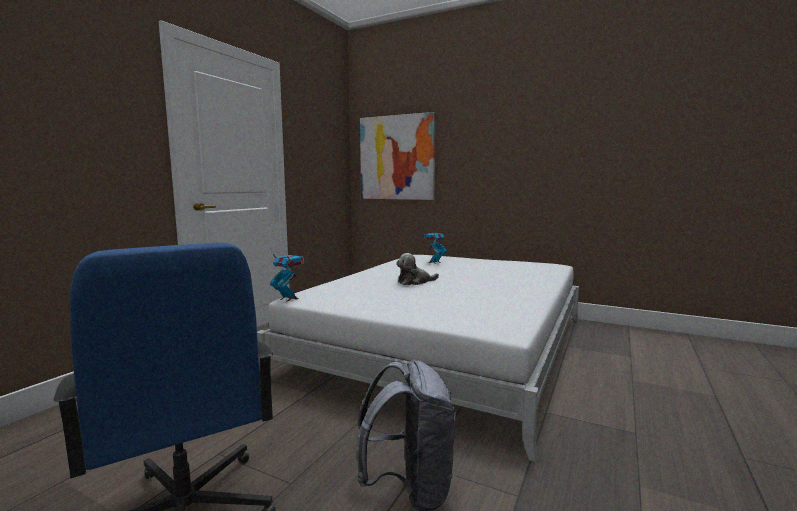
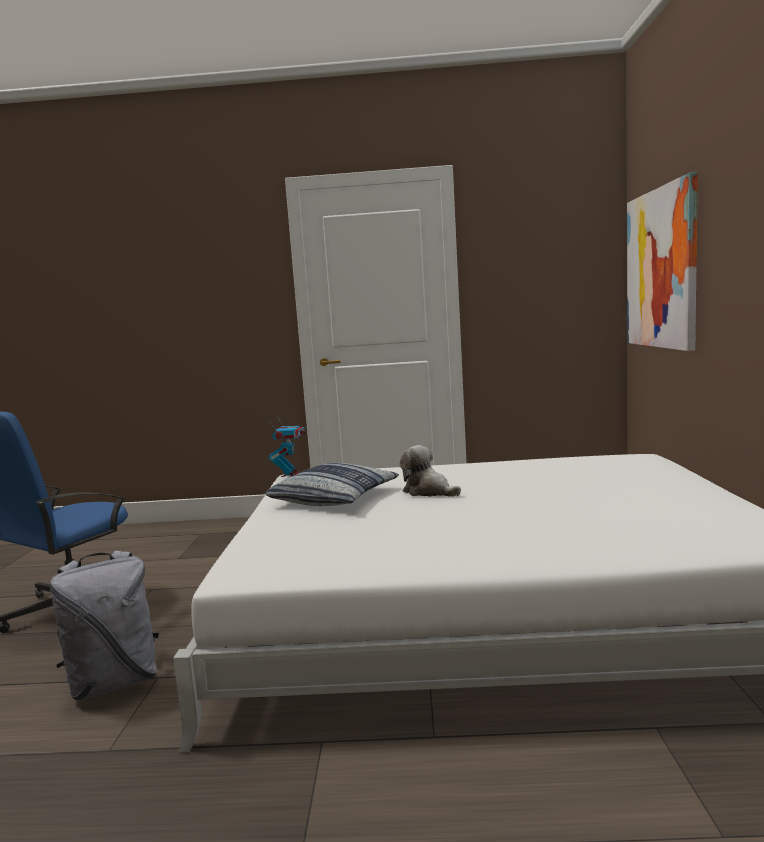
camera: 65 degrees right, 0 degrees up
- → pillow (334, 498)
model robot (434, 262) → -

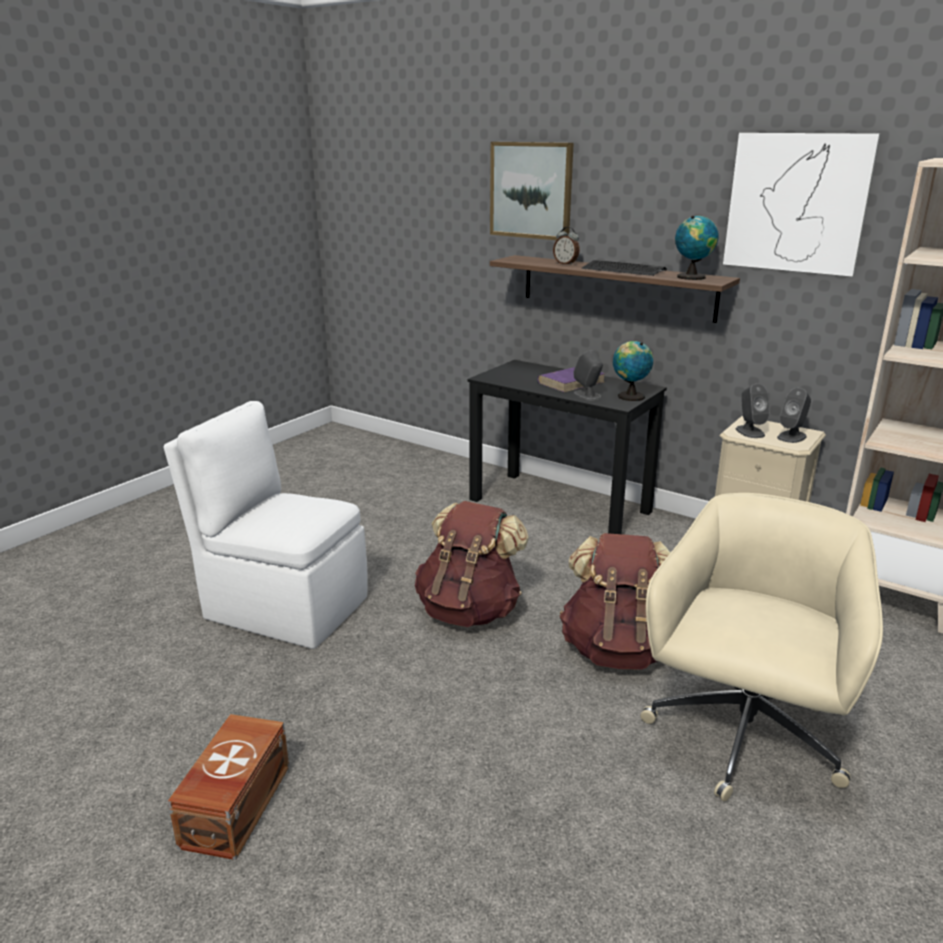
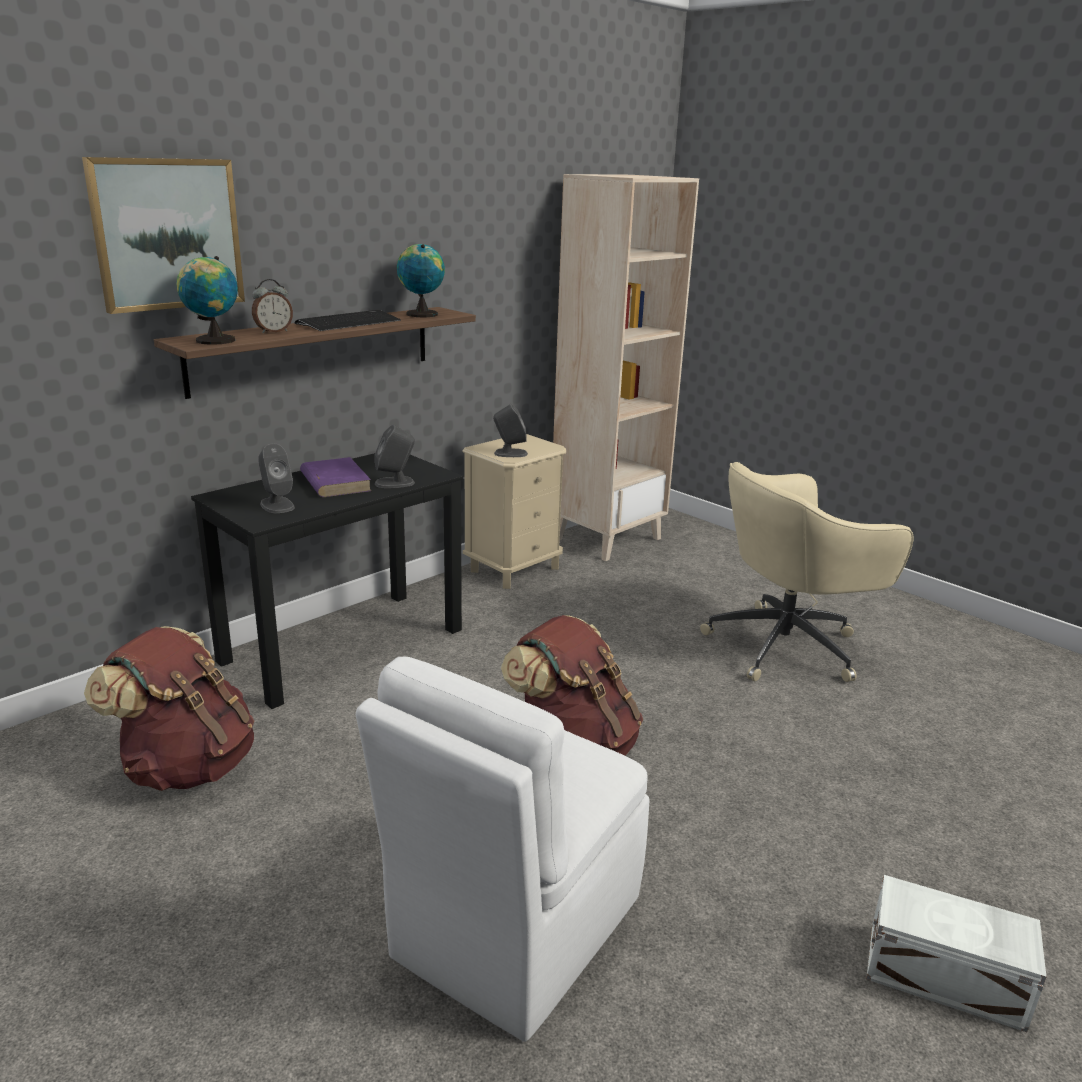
camera: 80 degrees left, 0 degrees up
brown rucksack (617, 650) → brown rucksack (187, 766), move
world globe (629, 396) → world globe (212, 341), move
grey speaker (792, 437) → grey speaker (277, 505), move
sand-coloured office chair (742, 738) → sand-coloured office chair (787, 645), 60 degrees counterclockwise
brown storage box (233, 806) → white storage box (947, 979)
wall art (797, 203) → -

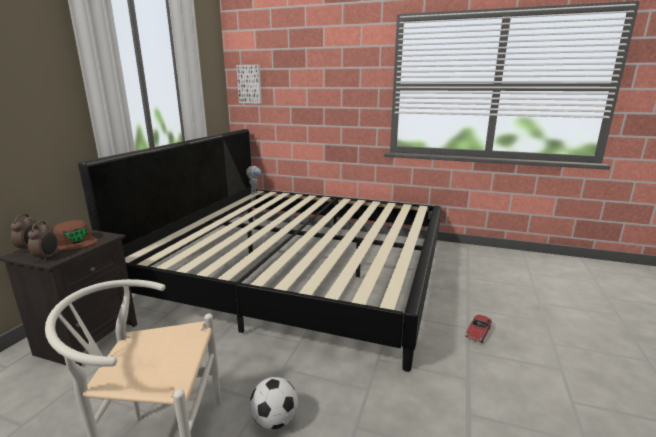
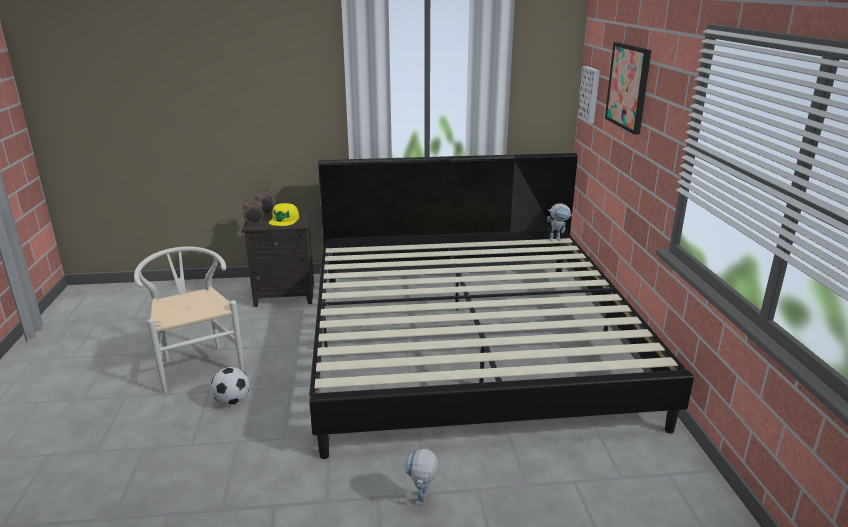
camera: 65 degrees right, 5 degrees up
brown peaked cap (75, 241) → yellow peaked cap (284, 220)
toy car (478, 333) → model robot (422, 503)
- → wall art (628, 87)

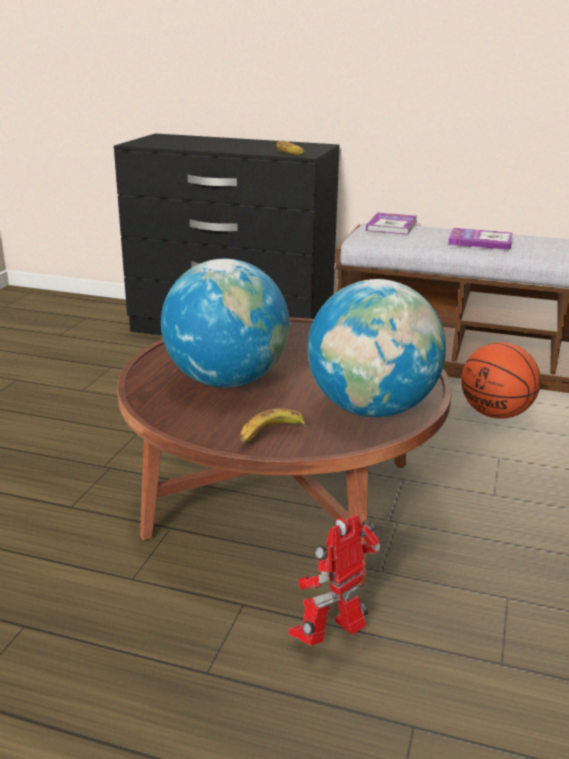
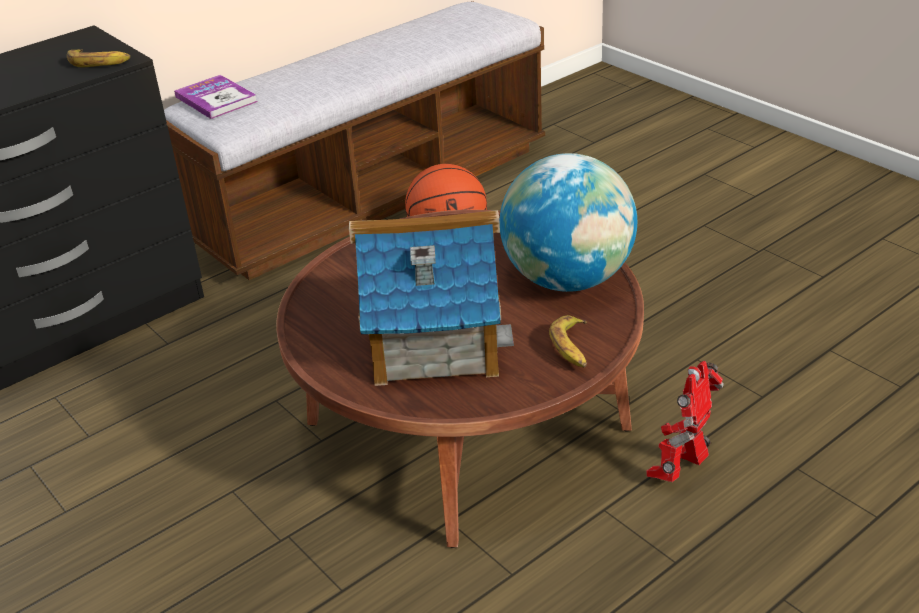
camera: 55 degrees left, 10 degrees up
world globe (226, 381) → toy house (433, 342)
model robot (332, 637) → model robot (681, 471), 45 degrees clockwise
volume (480, 241) → -

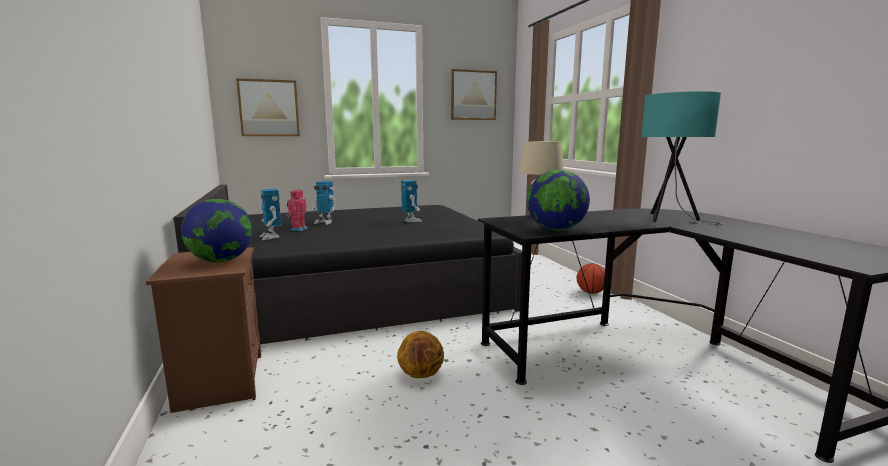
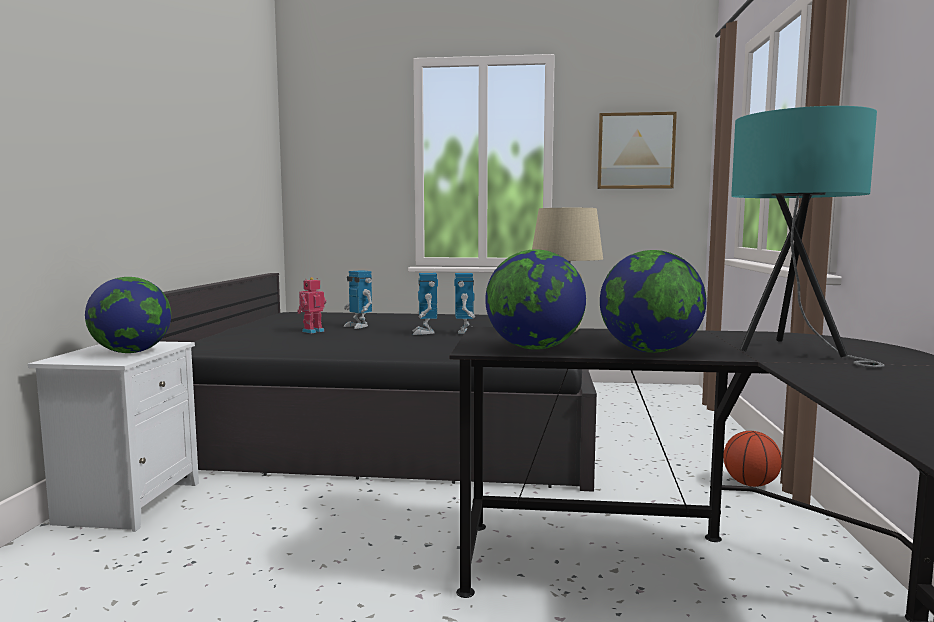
camera: 25 degrees right, 5 degrees down
brown nightstand (219, 380) → white nightstand (128, 502)
model robot (271, 237) → model robot (425, 332), move
- → world globe (649, 351)
wall art (269, 108) → -
basketball ball (421, 375) → -

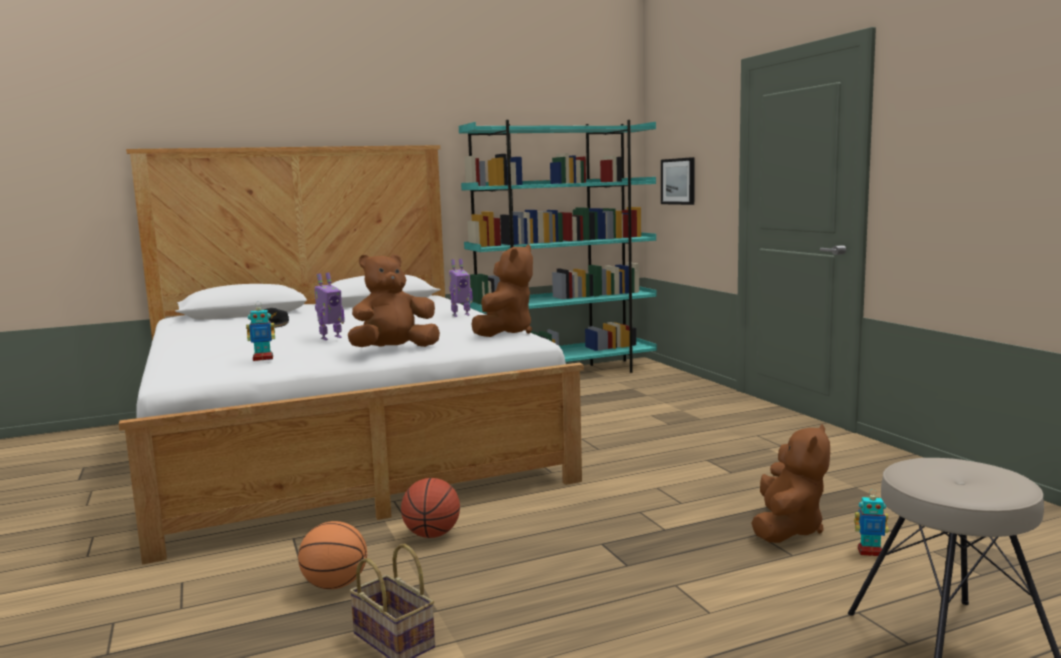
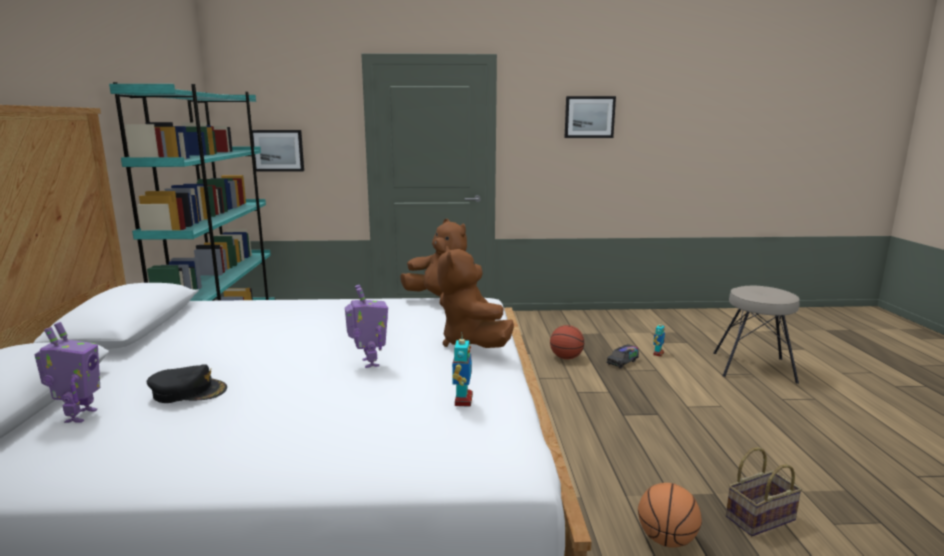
camera: 70 degrees left, 5 degrees up
model robot (460, 315) → model robot (79, 416), move
basketball ball (432, 535) → basketball ball (566, 358), move
- → wall art (589, 117)
brown plush toy (787, 529) → model truck (622, 362)

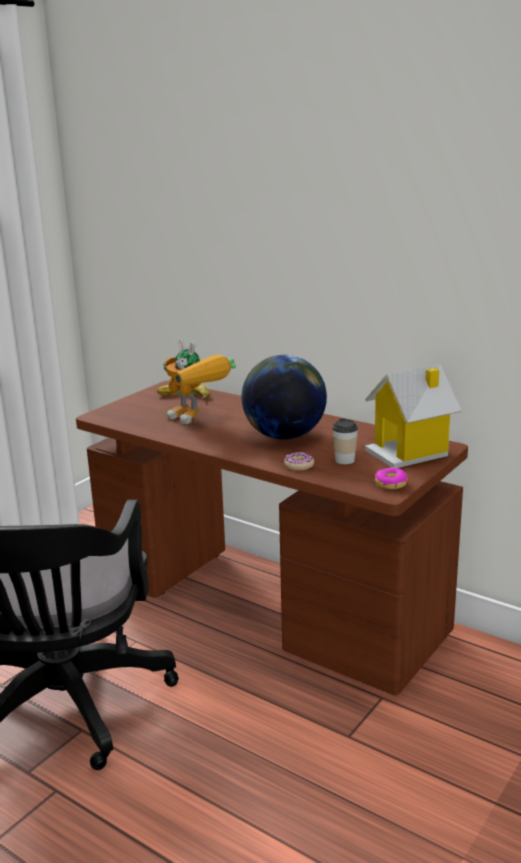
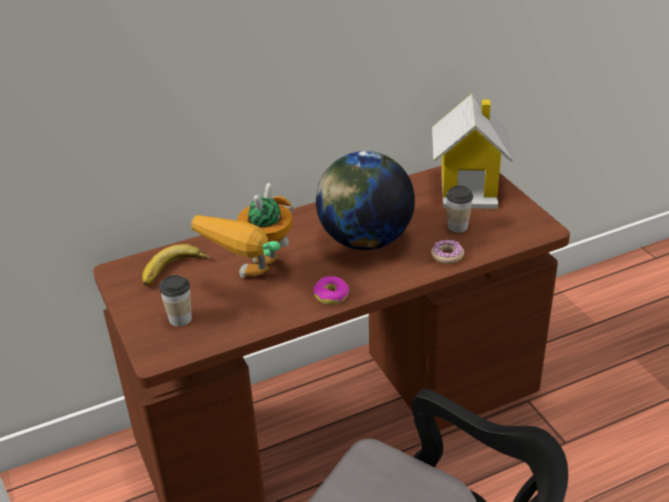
camera: 60 degrees left, 15 degrees up
- → small cup (180, 319)
model robot (197, 419) → model robot (258, 281), 135 degrees clockwise
ring doughnut (390, 483) → ring doughnut (331, 295), move

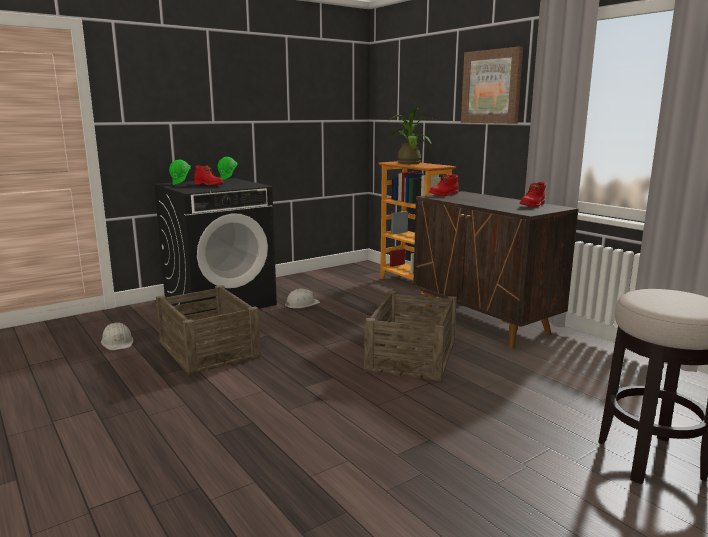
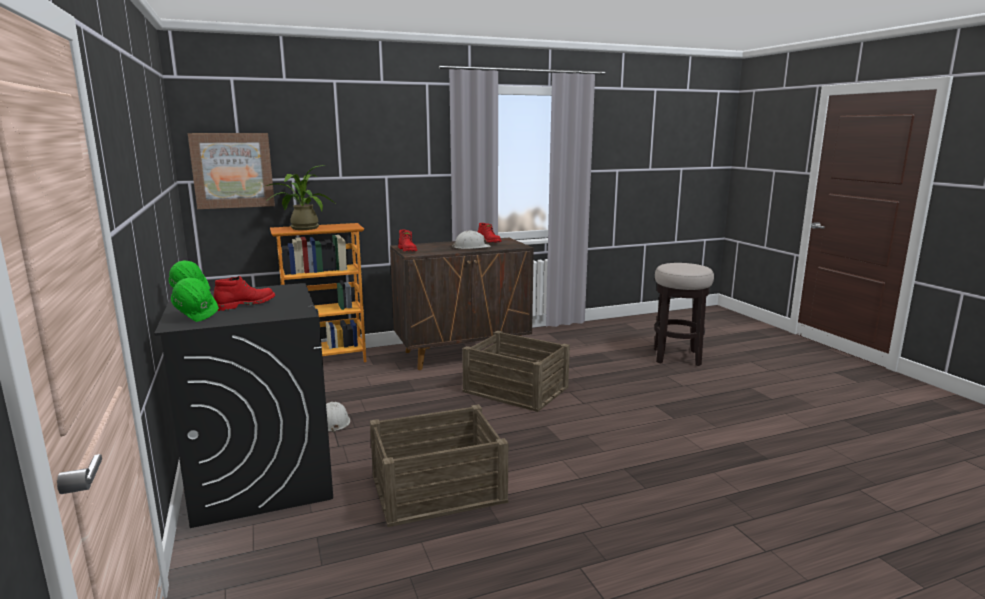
camera: 75 degrees left, 0 degrees up
wall art (491, 87) → wall art (232, 170), move
white hard hat (118, 342) → white hard hat (471, 247), move

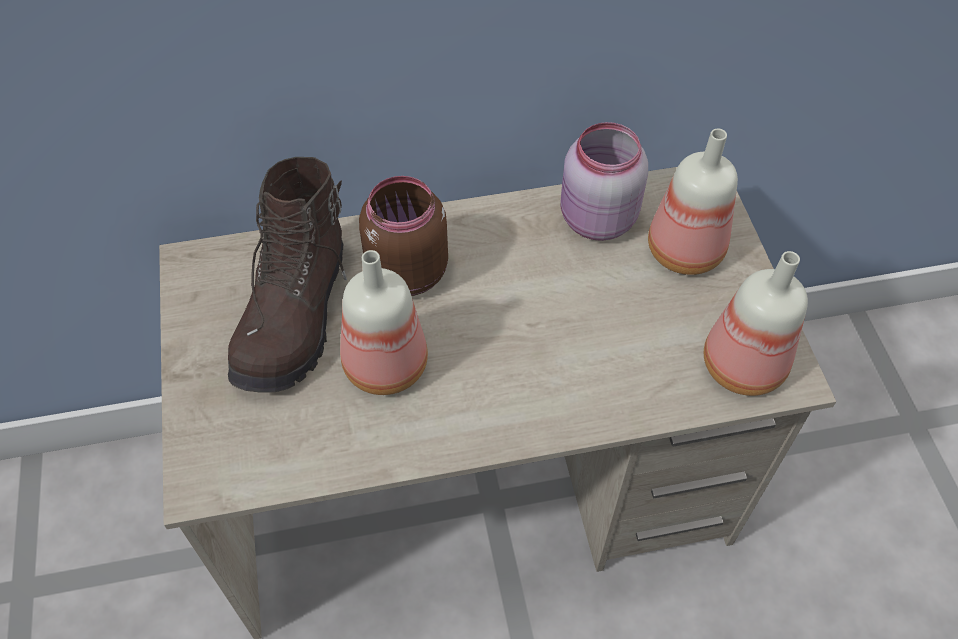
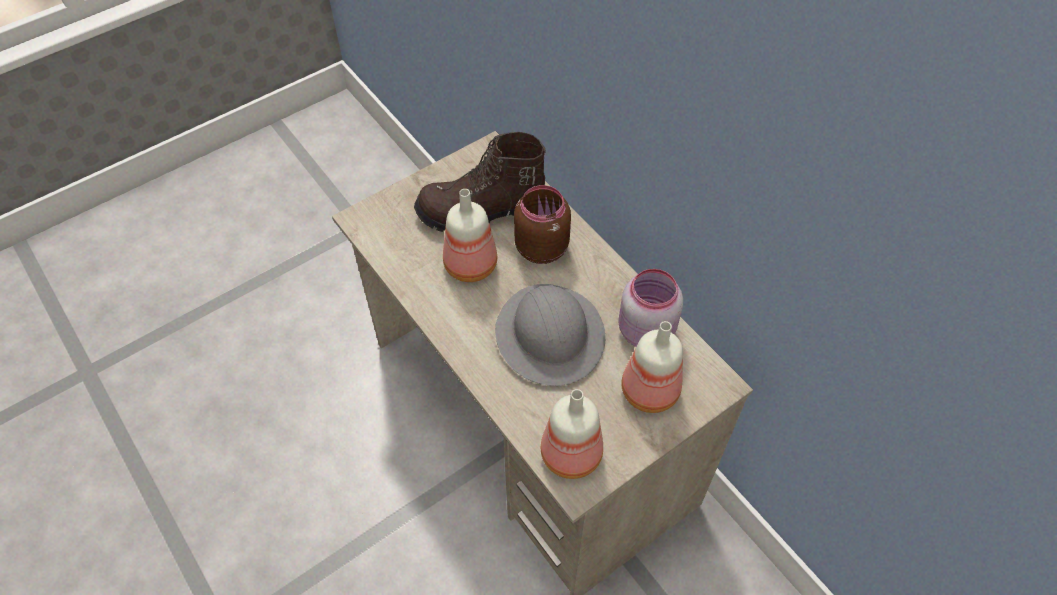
camera: 65 degrees right, 0 degrees up
- → grey hard hat (550, 335)

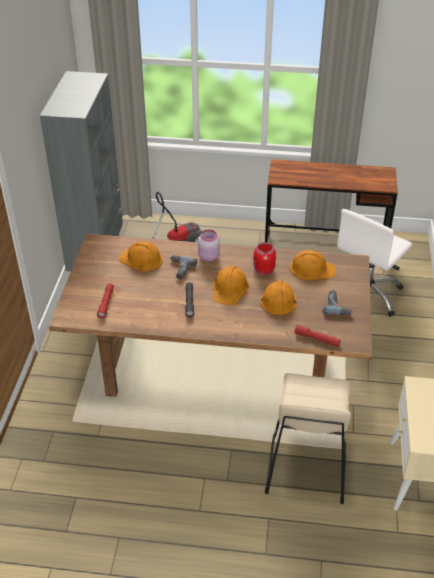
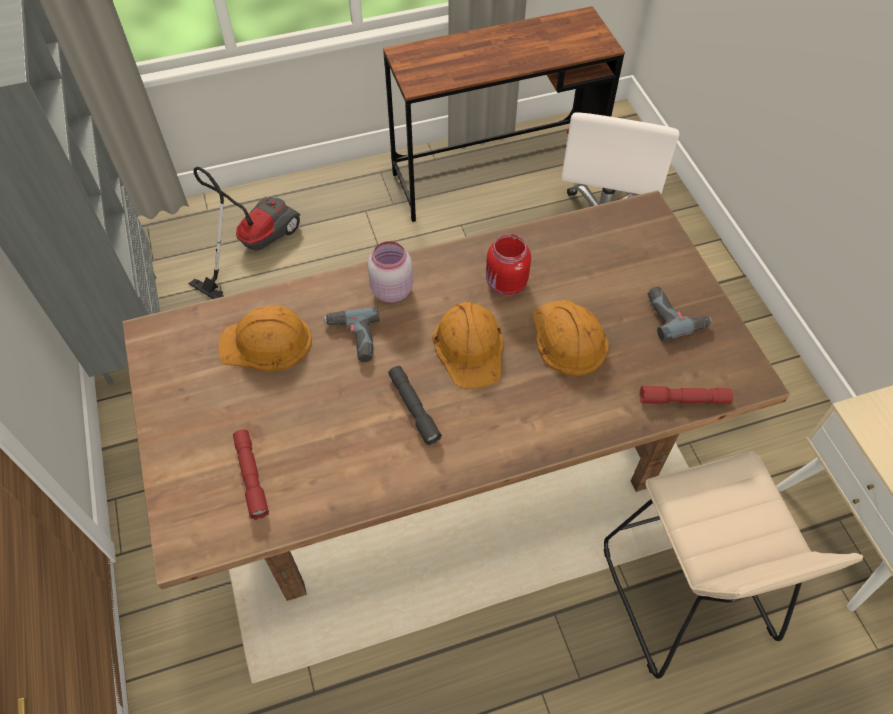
camera: 25 degrees left, 15 degrees up
orangey hard hat (312, 269) → -

